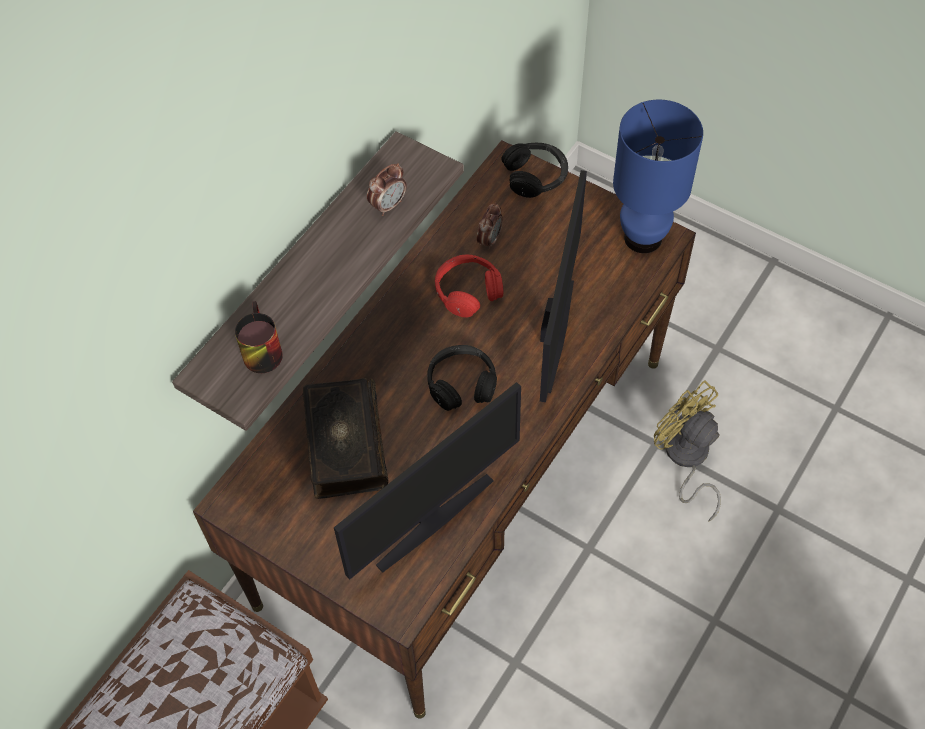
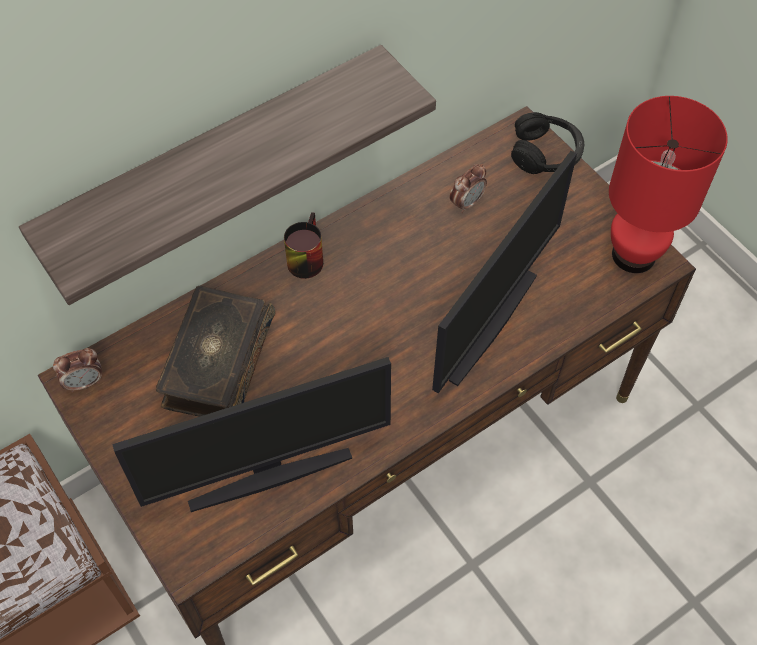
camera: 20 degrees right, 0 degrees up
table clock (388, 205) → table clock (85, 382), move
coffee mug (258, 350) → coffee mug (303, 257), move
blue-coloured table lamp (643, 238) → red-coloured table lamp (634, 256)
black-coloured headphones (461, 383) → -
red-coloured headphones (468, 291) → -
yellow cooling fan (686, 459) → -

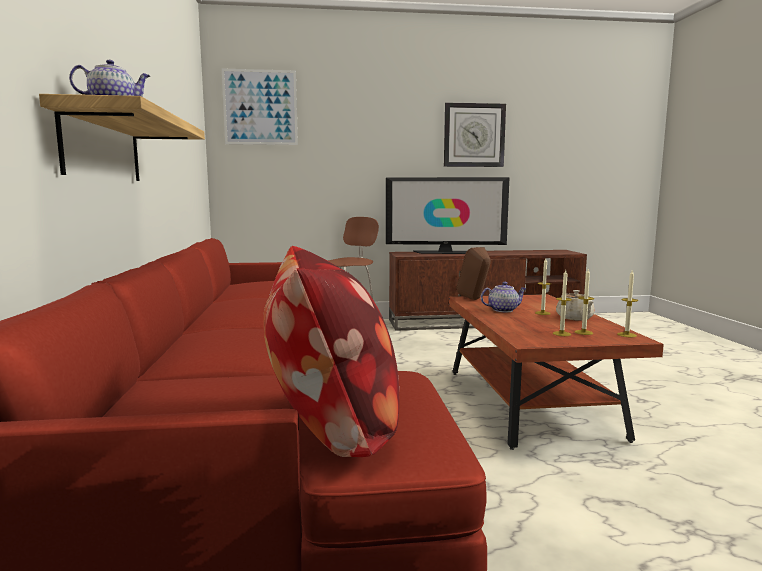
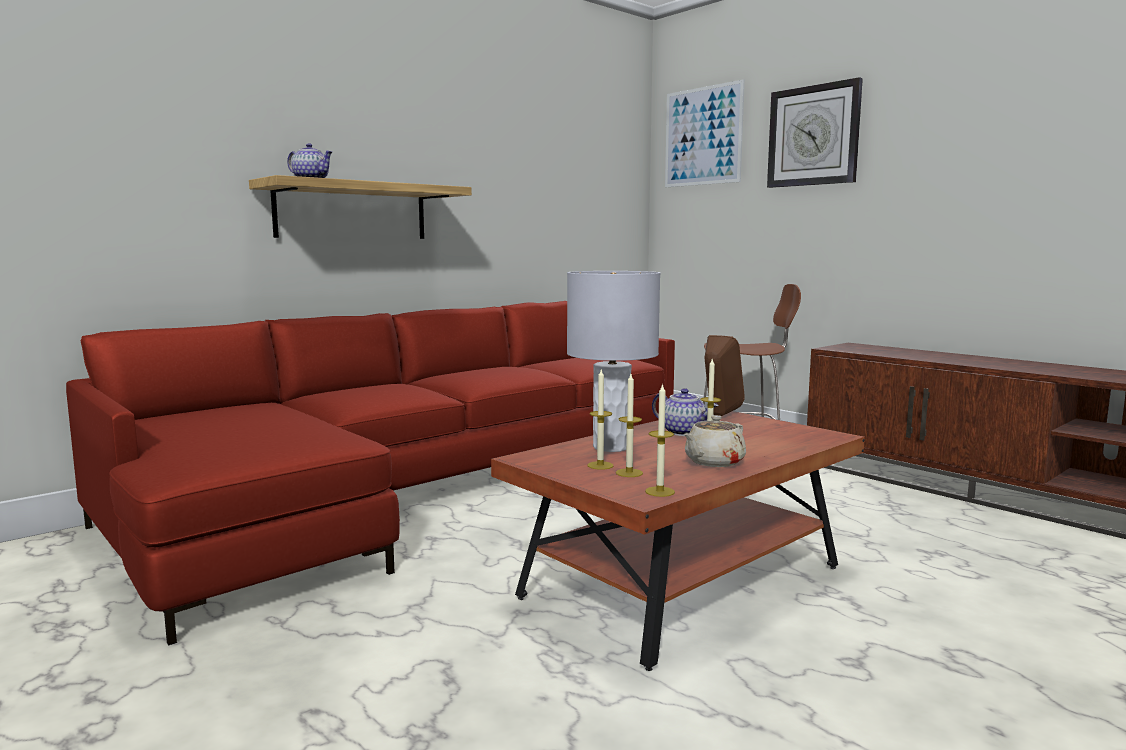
camera: 55 degrees right, 0 degrees up
- → grey table lamp (612, 447)
wall clock (474, 135) → wall clock (813, 136), move
pillow (331, 422) → -
TV set (445, 252) → -

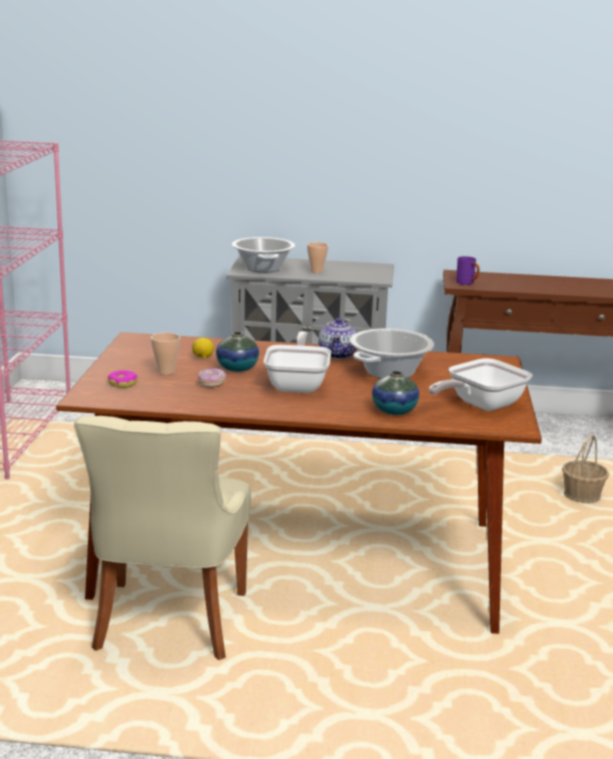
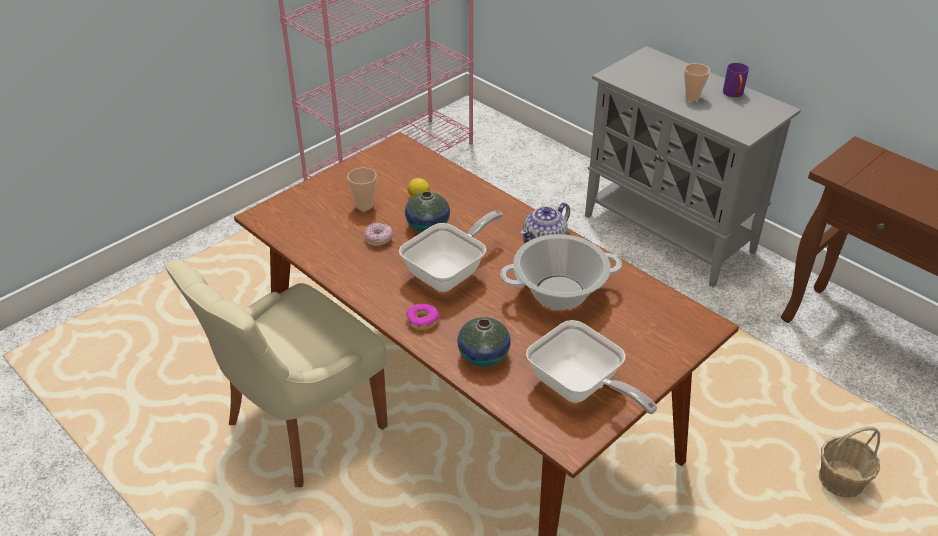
camera: 40 degrees right, 20 degrees up
ring doughnut (123, 383) → ring doughnut (423, 321), move
pan (480, 405) → pan (580, 388), 135 degrees counterclockwise
purplish coffee mug (467, 283) → purplish coffee mug (734, 95), move
stockpot (263, 268) → -

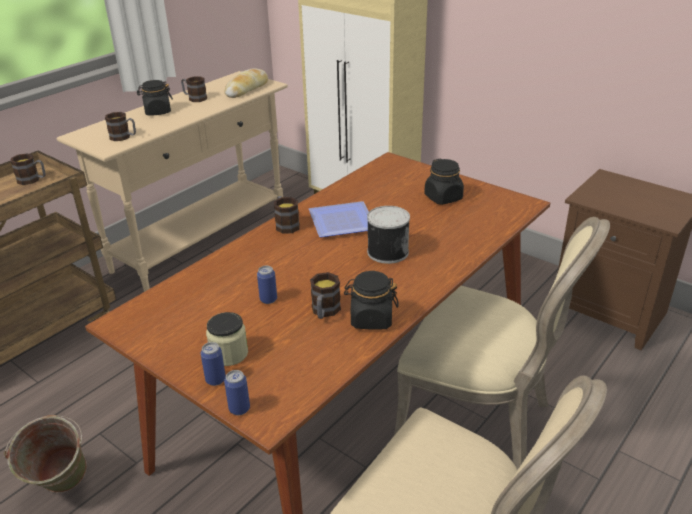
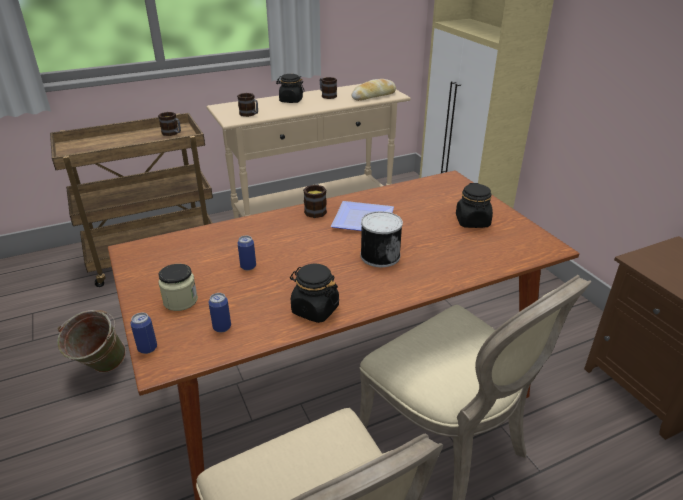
camera: 25 degrees right, 0 degrees up
sealed can (215, 380) → sealed can (222, 327), move
coffee mug (324, 312) → -

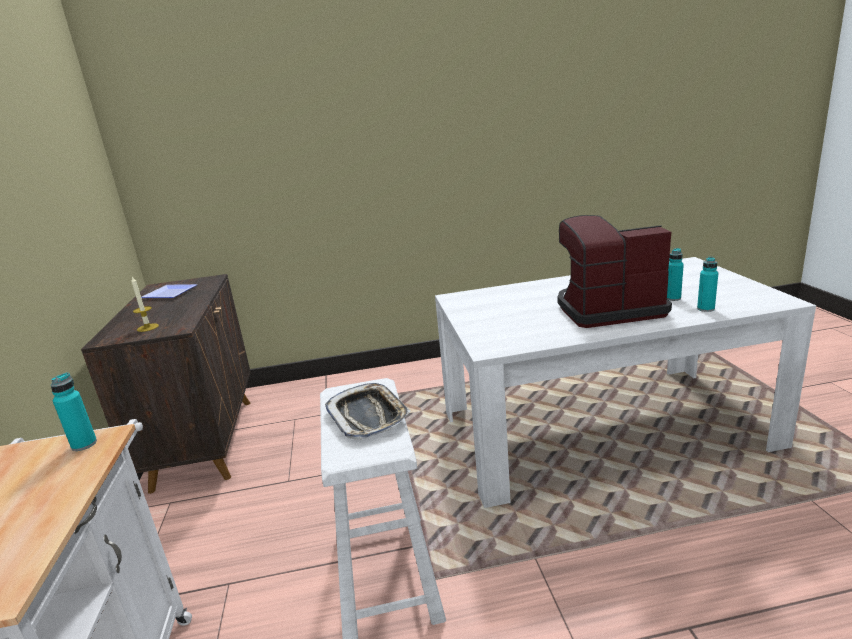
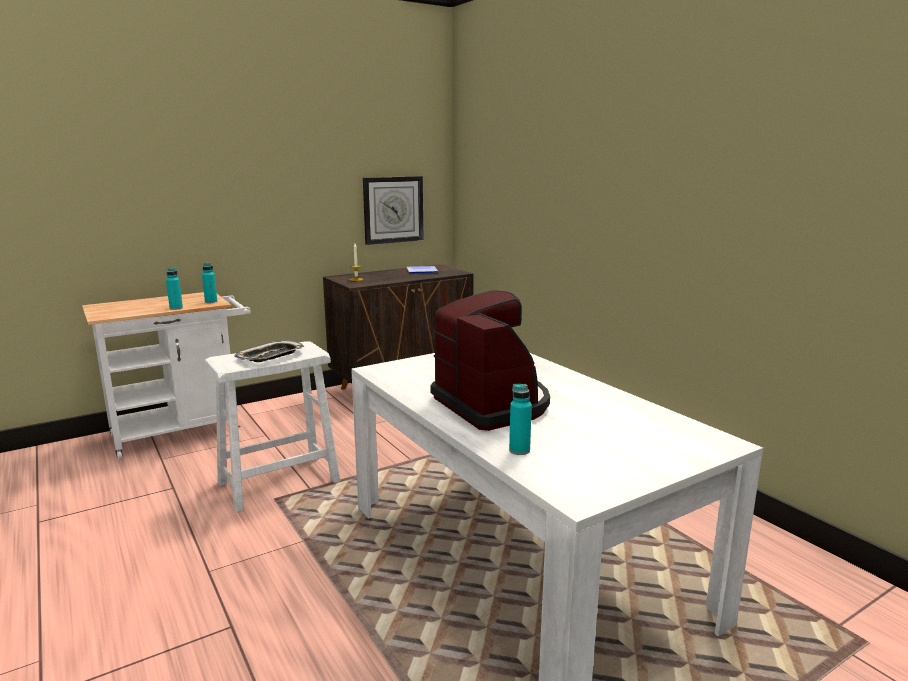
camera: 65 degrees right, 5 degrees down
turquoise-coloured beverage bottle (672, 298) → turquoise-coloured beverage bottle (176, 308), move
- → wall clock (393, 209)

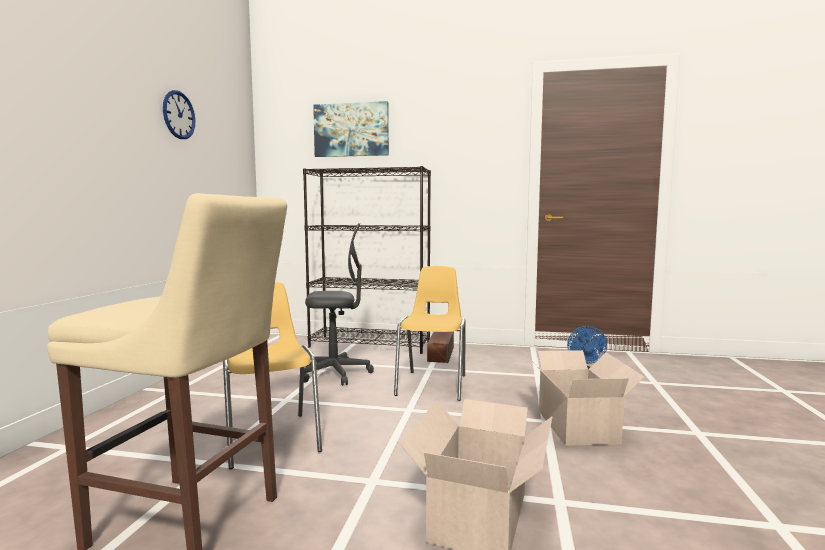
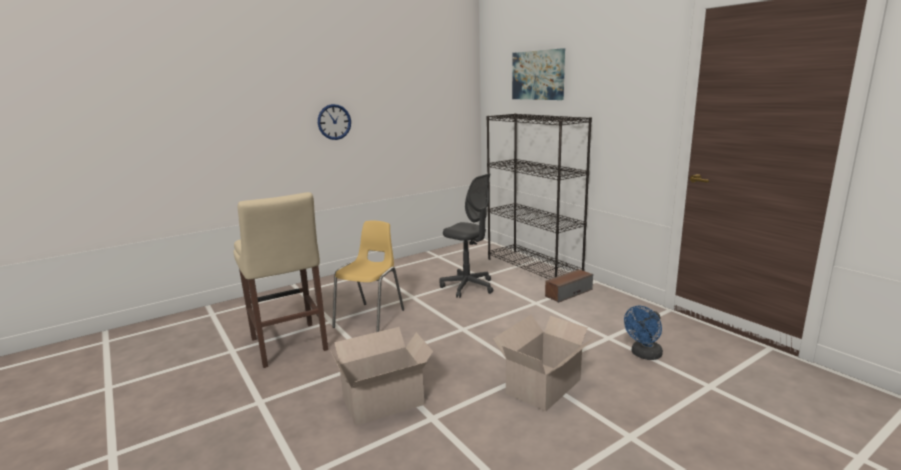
camera: 45 degrees right, 10 degrees up
wall clock (179, 115) → wall clock (334, 122), move
yellow plain chair (433, 385) → -

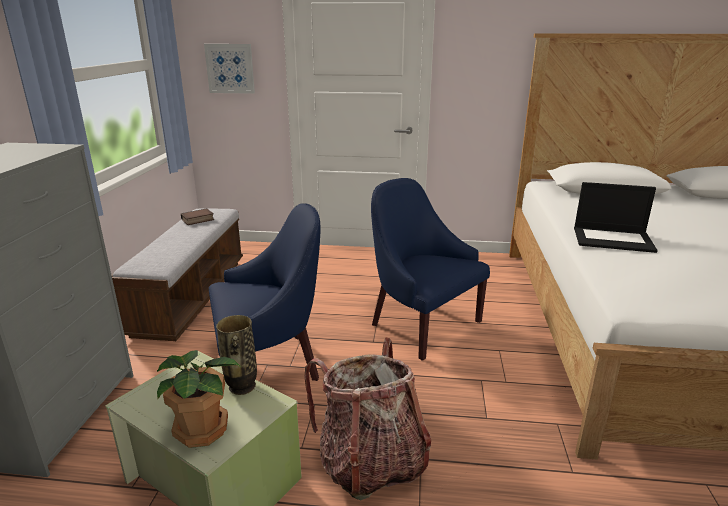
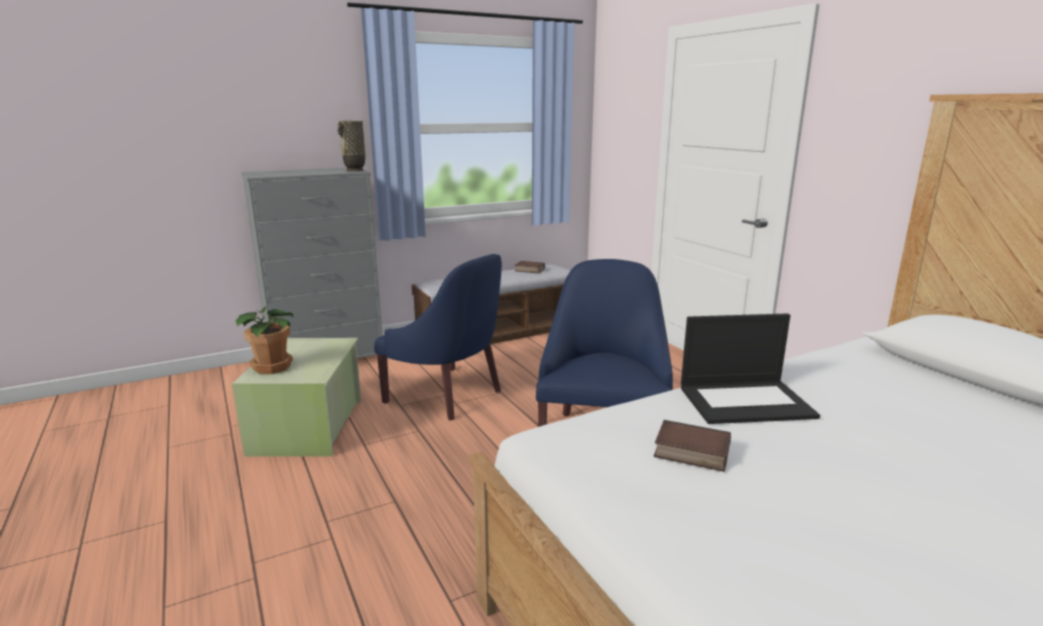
camera: 55 degrees right, 5 degrees down
decorative vase (241, 387) → decorative vase (354, 171), move
- → volume (690, 453)
notebook computer (613, 239) → notebook computer (746, 401), 75 degrees counterclockwise
wall art (230, 68) → -
rucksack (371, 463) → -

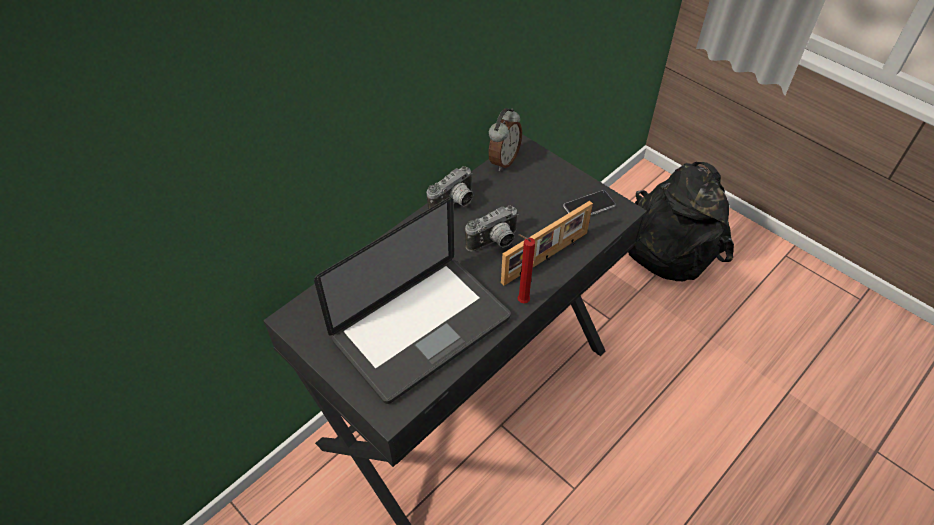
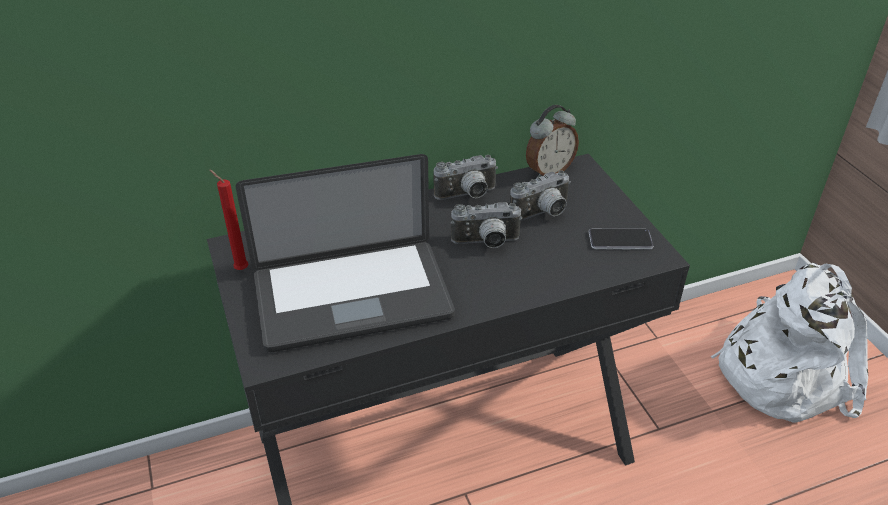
camera: 25 degrees right, 10 degrees down
red-coloured candle (521, 301) → red-coloured candle (239, 269), move
- → photo camera (542, 214)
black-coloured rucksack (669, 243) → white rucksack (782, 371)
picture frame (546, 258) → -

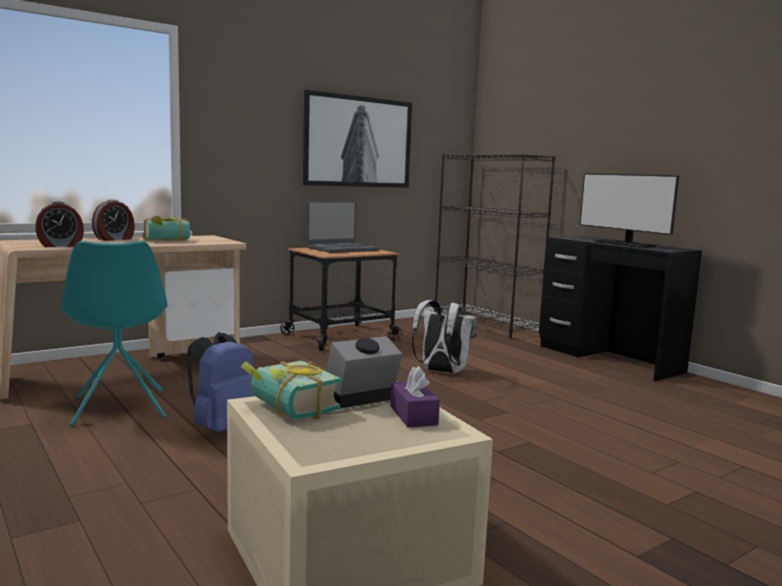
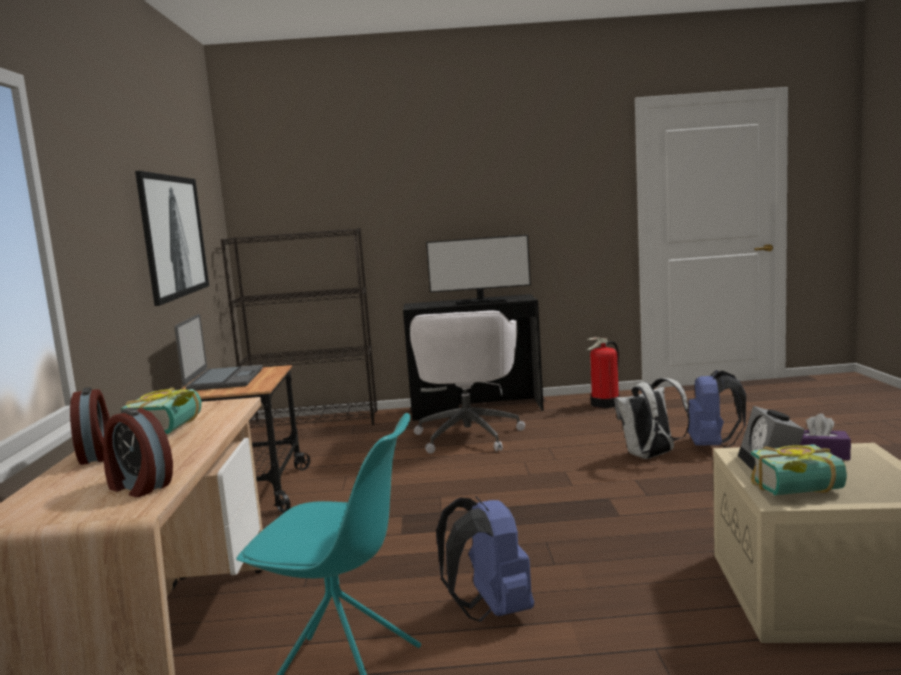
camera: 55 degrees left, 0 degrees up
table clock (60, 245) → table clock (138, 487), 120 degrees clockwise
- → white office chair (469, 435)
- → fire-fighting cylinder (605, 404)
white rucksack (441, 372) → white rucksack (651, 456), move
- → blue-coloured rucksack (712, 446)

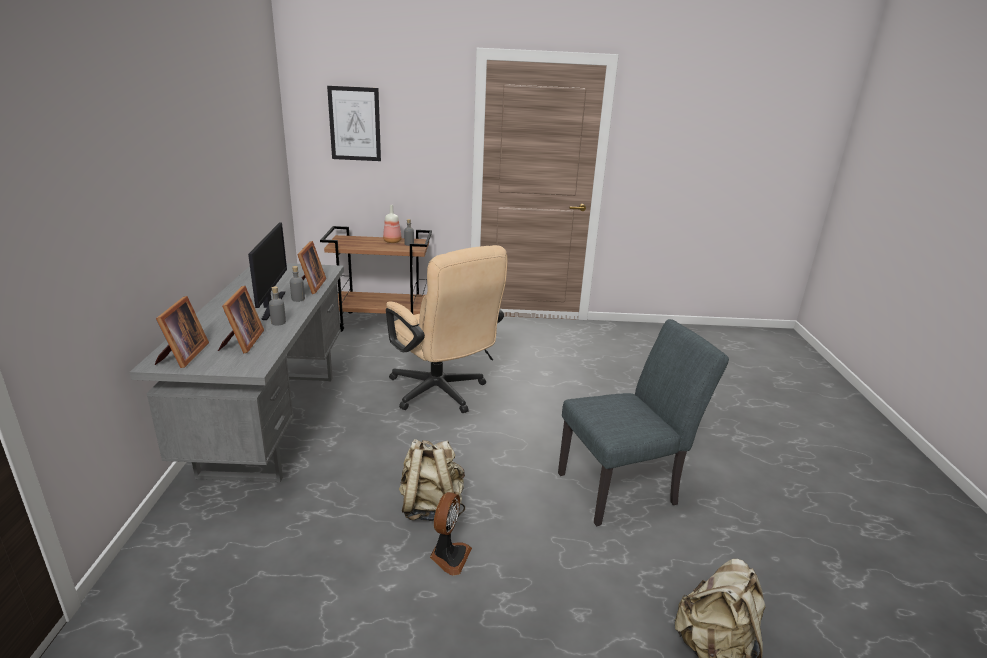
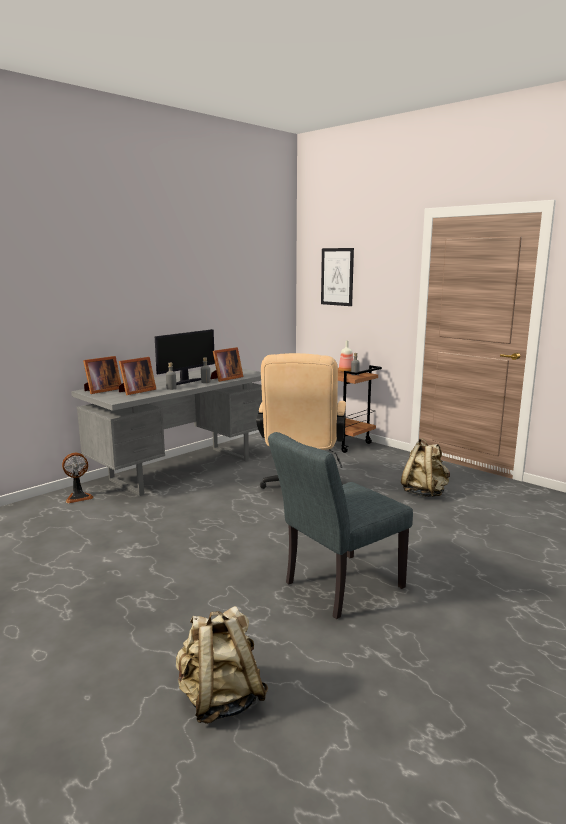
camera: 45 degrees right, 10 degrees down
cooling fan (449, 556) → cooling fan (78, 497), move
grey plain chair (625, 487) → grey plain chair (337, 588), 120 degrees clockwise
sand-coloured rucksack (431, 507) → sand-coloured rucksack (424, 493), move

